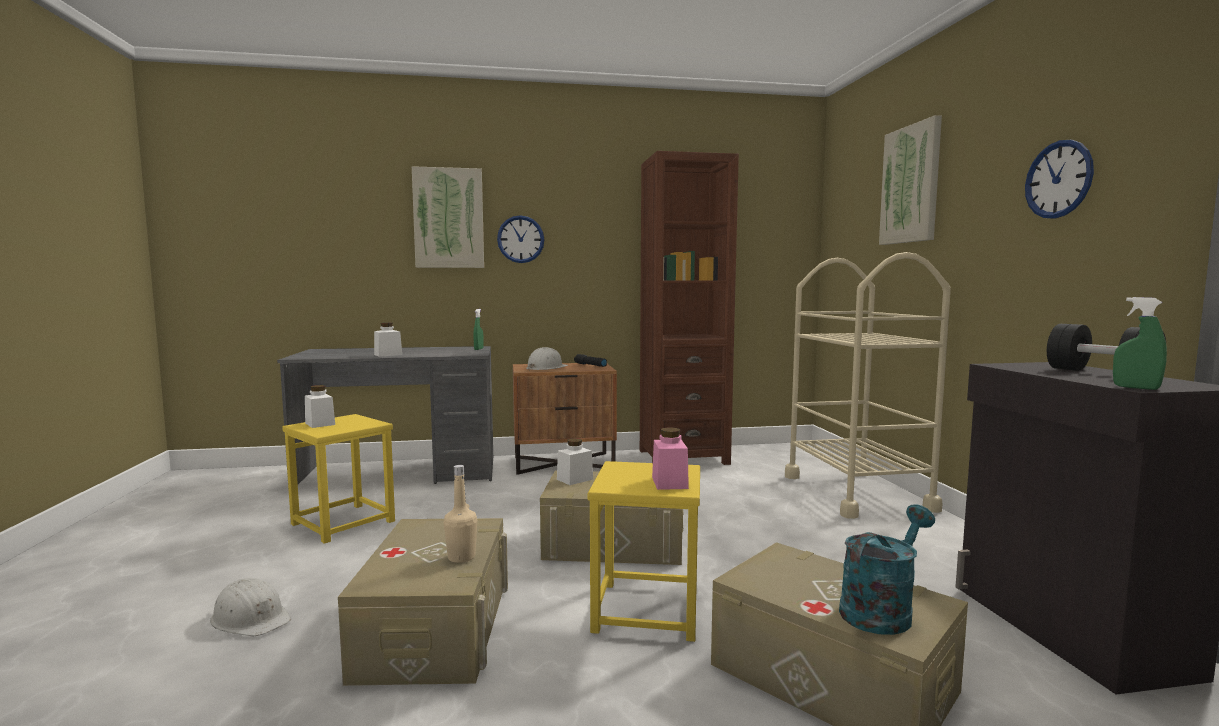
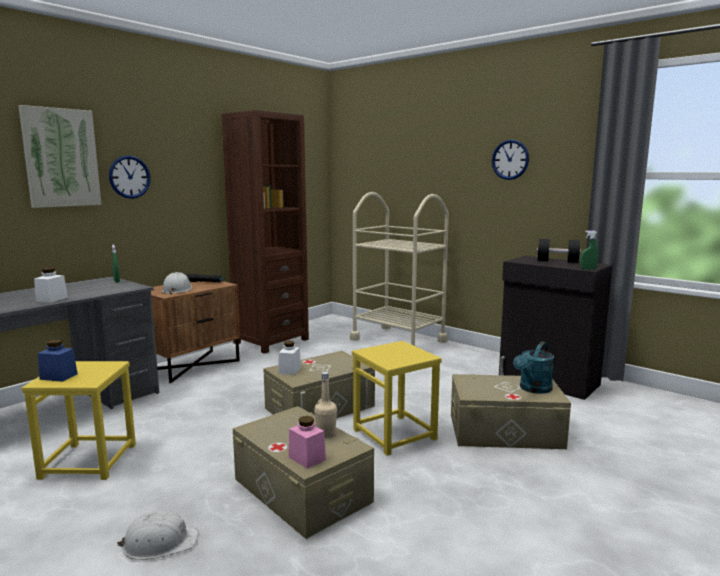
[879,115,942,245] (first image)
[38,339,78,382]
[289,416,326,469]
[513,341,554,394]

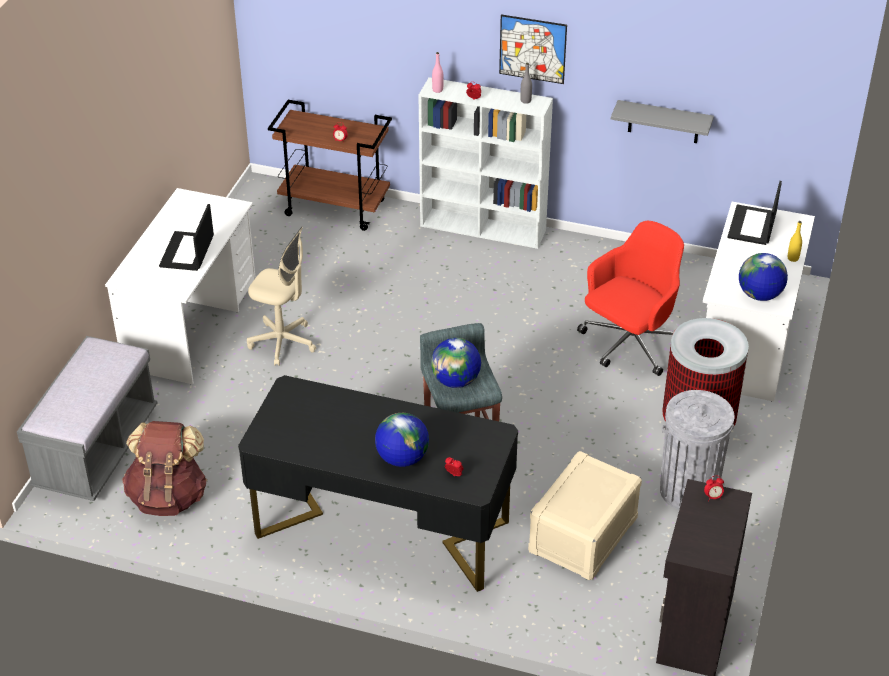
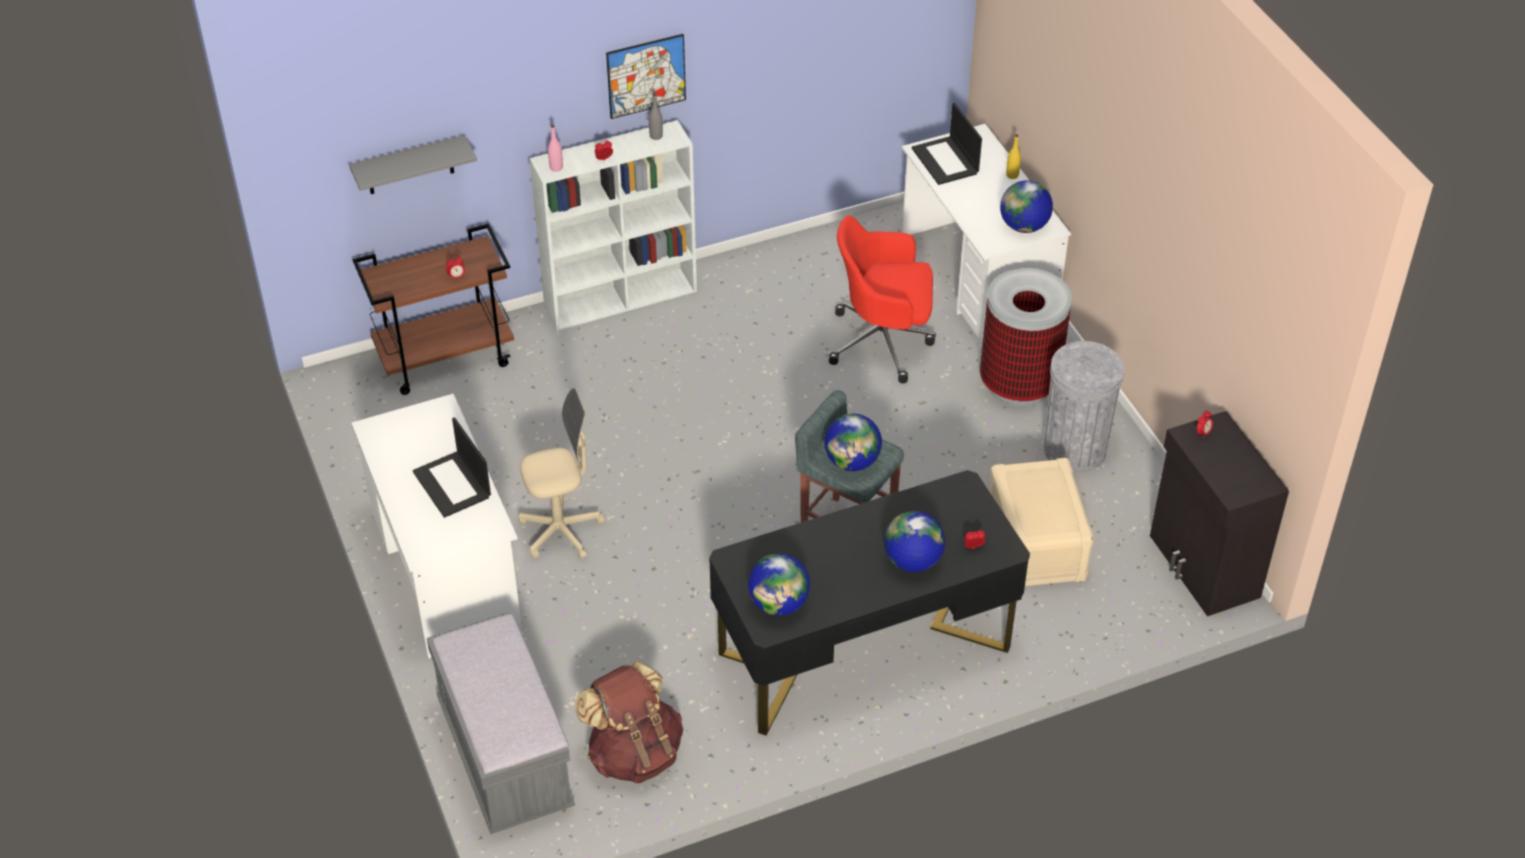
[349,135,477,194]
[829,216,936,383]
[748,553,810,616]

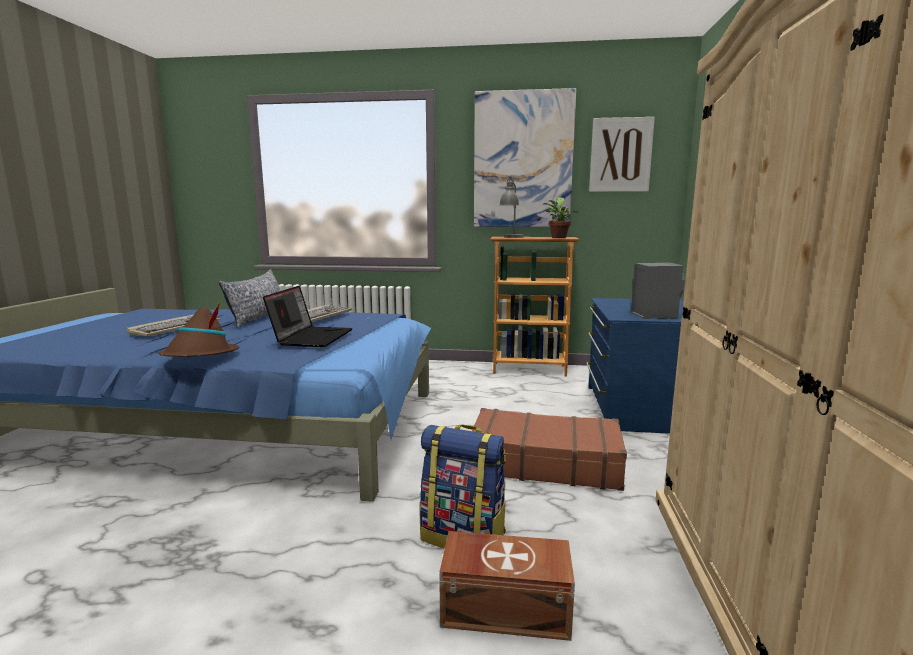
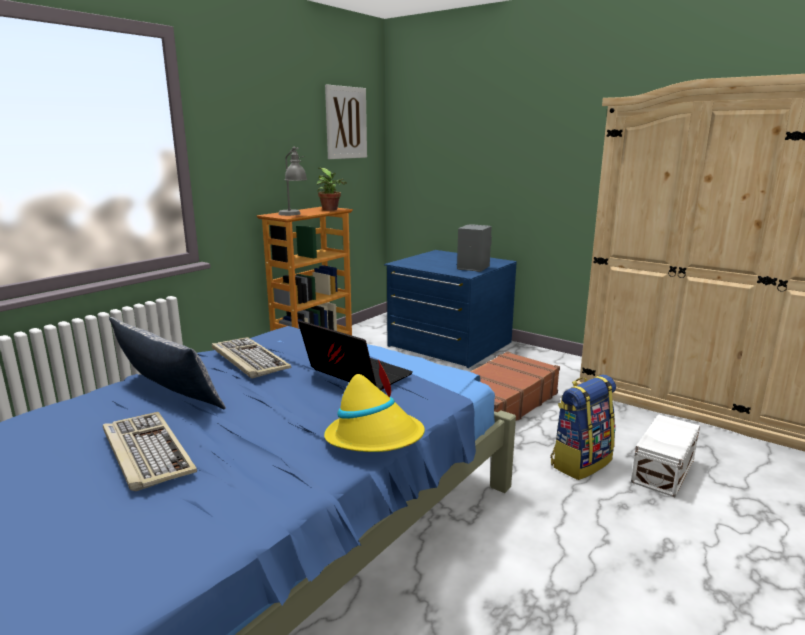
[474,88,577,227] (first image)
[324,359,425,452]
[631,414,700,497]

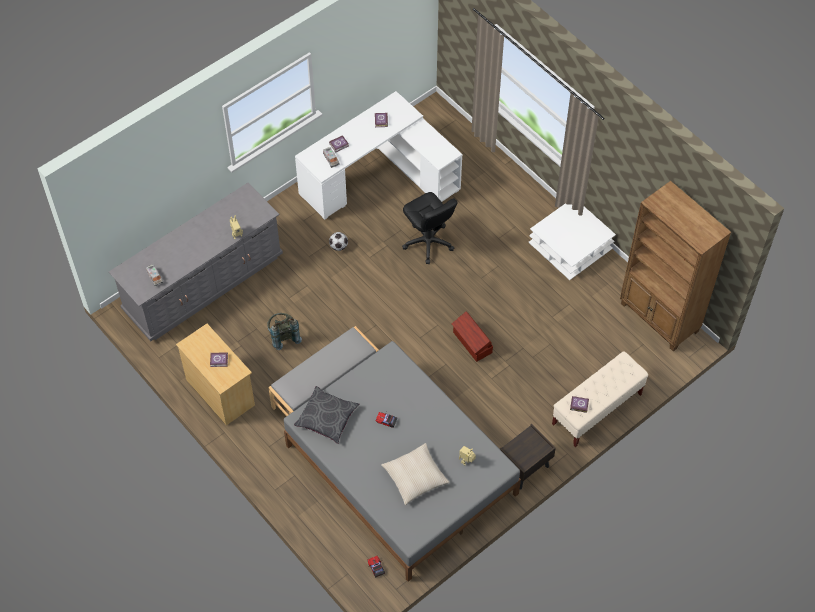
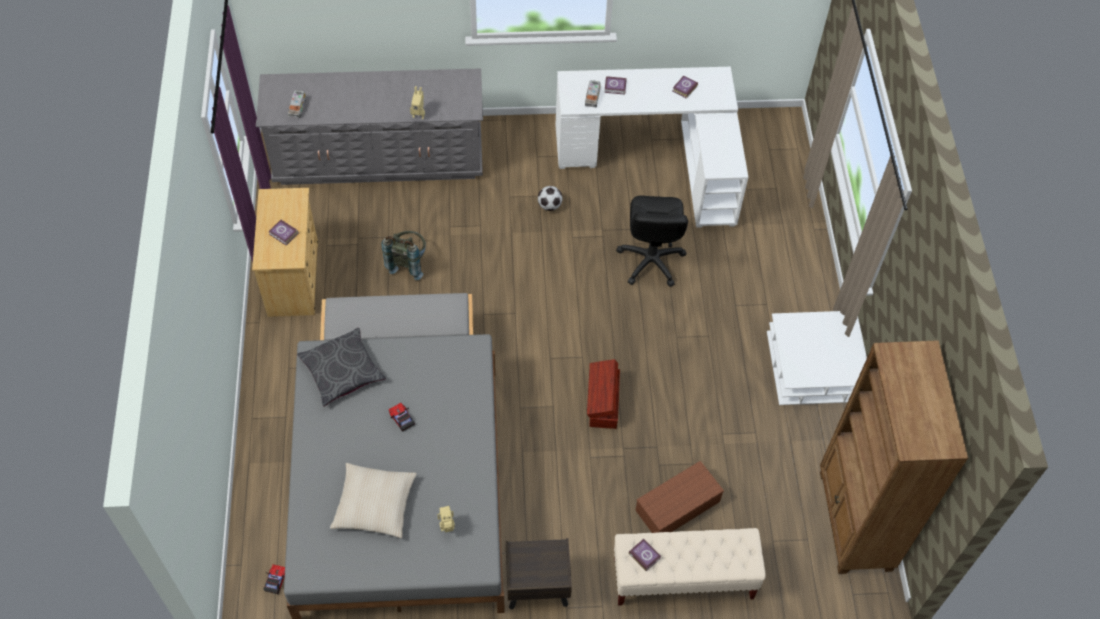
[635,461,724,533]

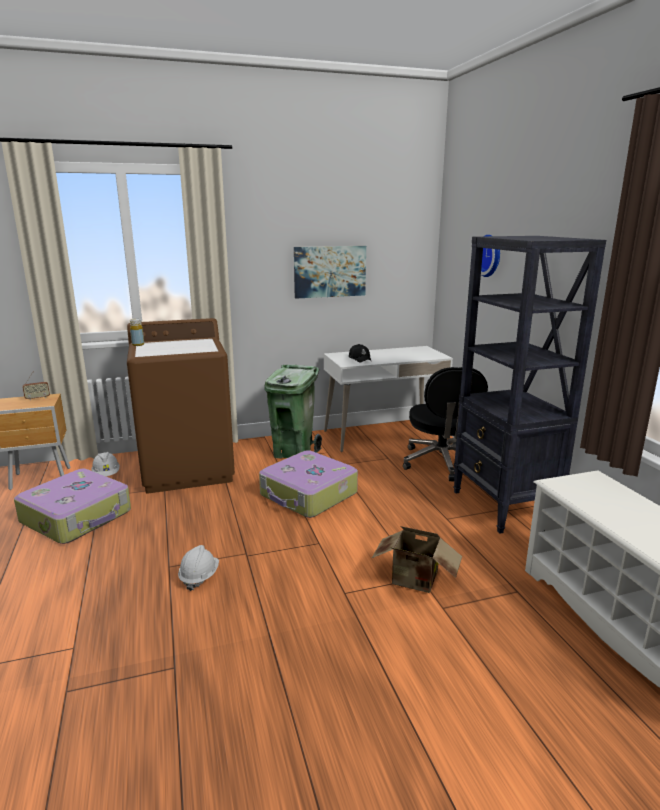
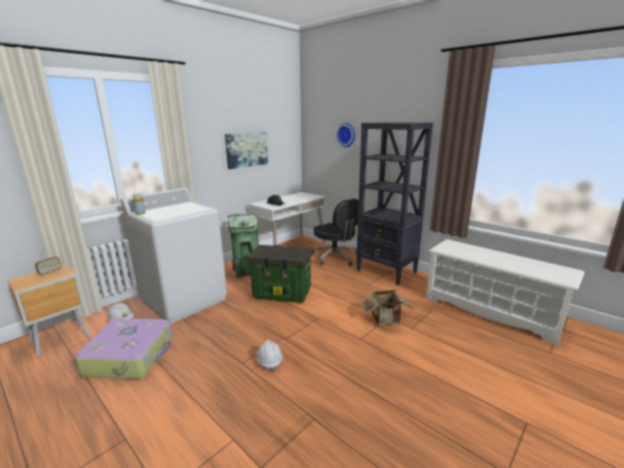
[121,188,227,324]
[247,245,312,303]

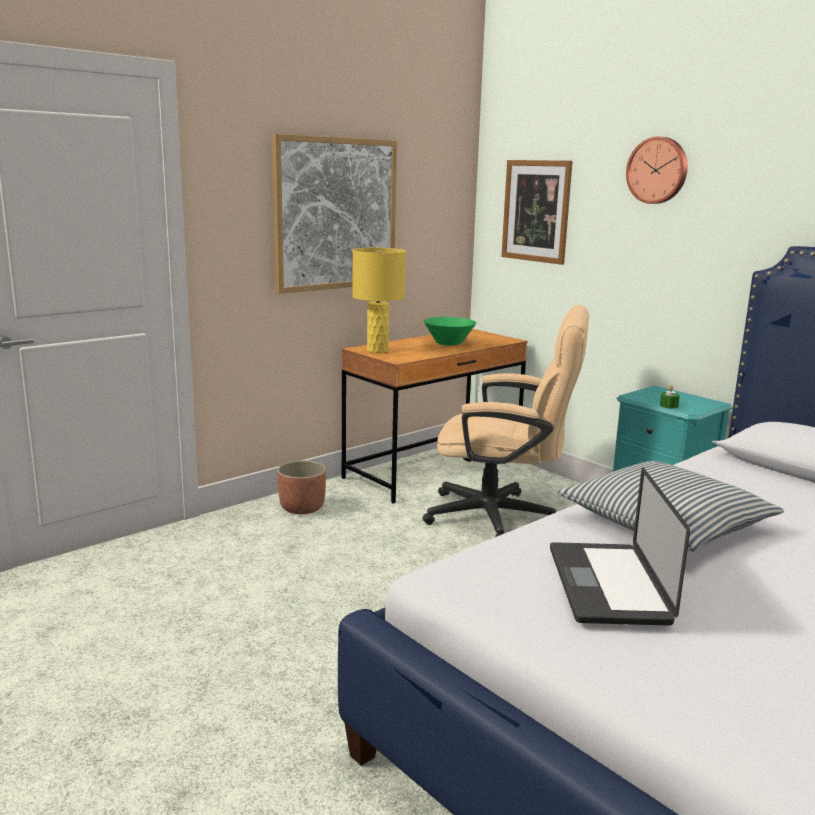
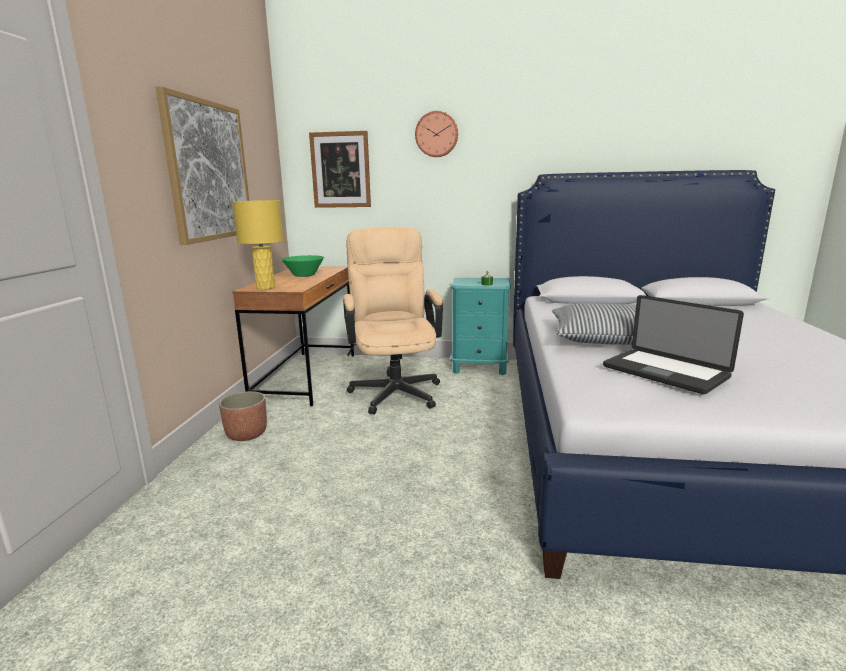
[343,227,443,415]

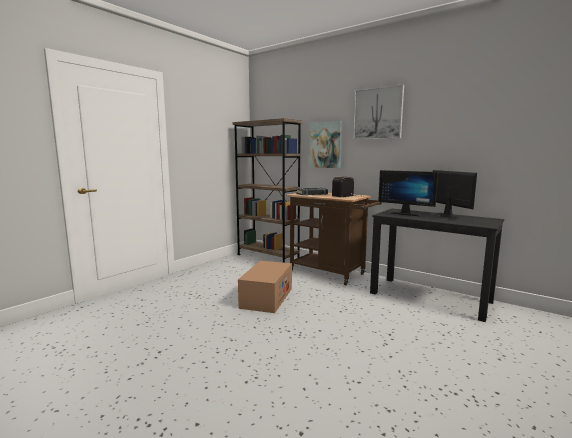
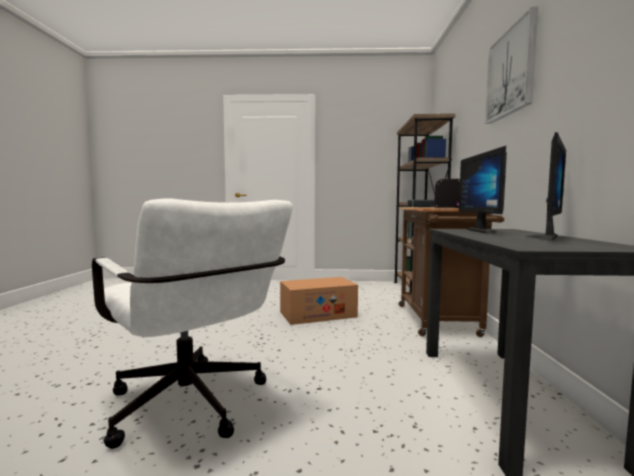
[309,121,342,168] (first image)
[92,198,293,449]

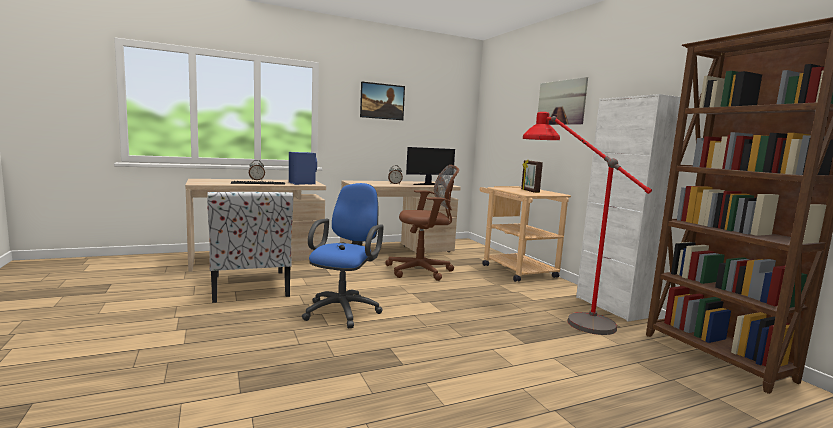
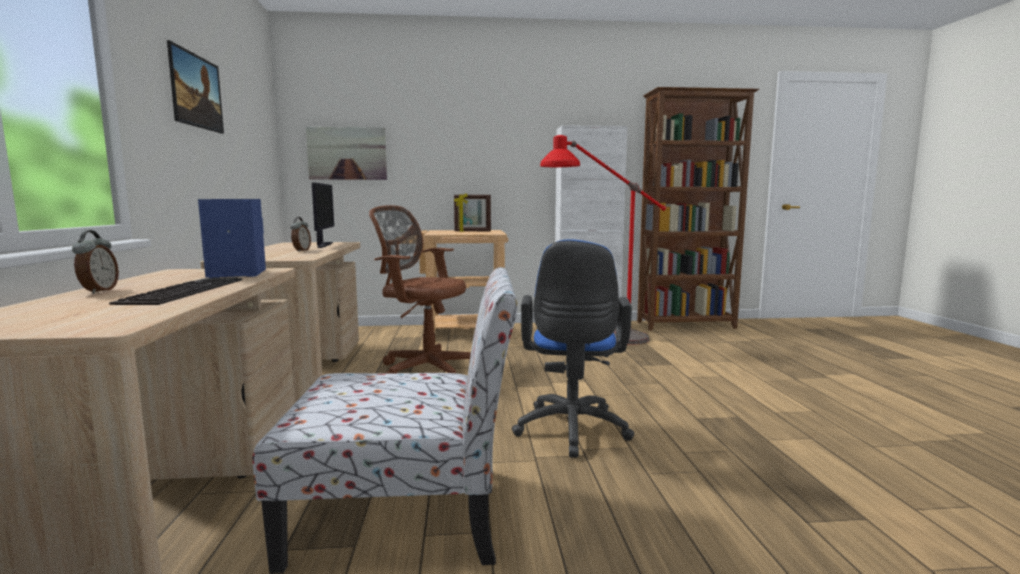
[306,127,387,180]
[369,205,471,373]
[512,239,634,458]

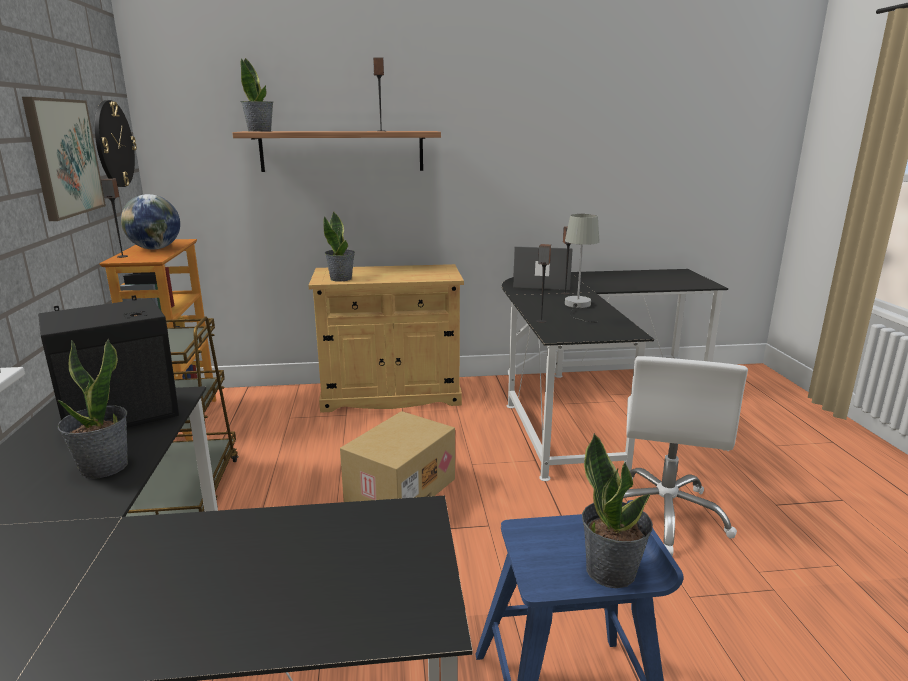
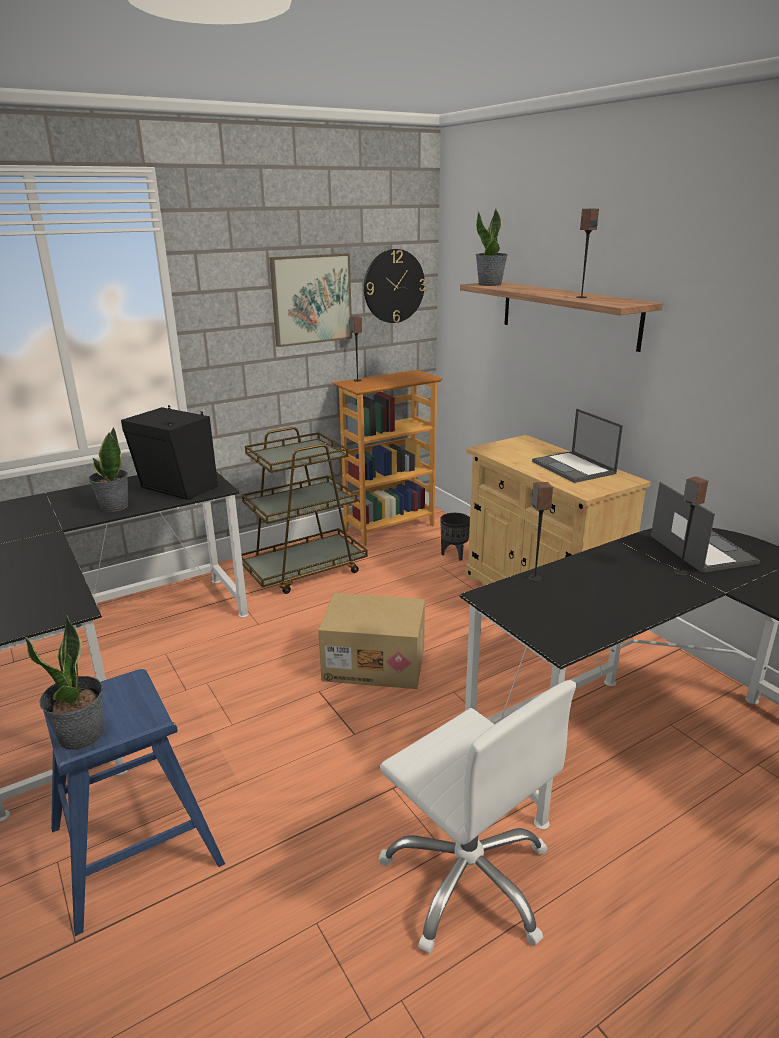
[121,194,180,249] (first image)
[323,212,355,281] (first image)
[565,214,600,323] (first image)
[379,680,576,954]
[532,409,623,483]
[440,513,470,561]

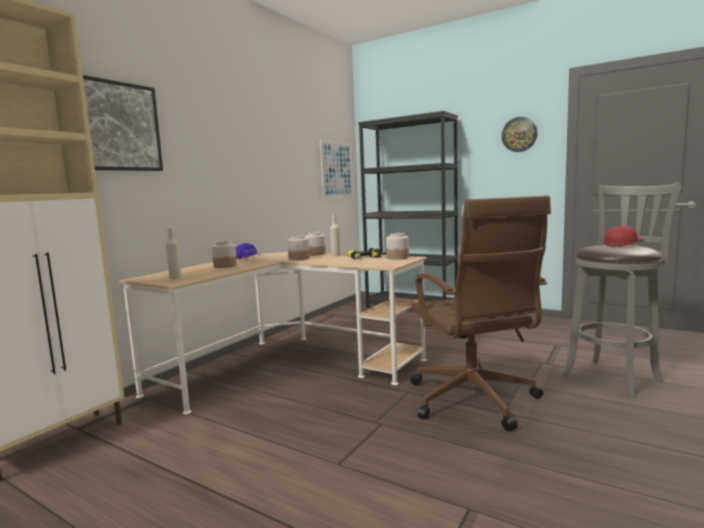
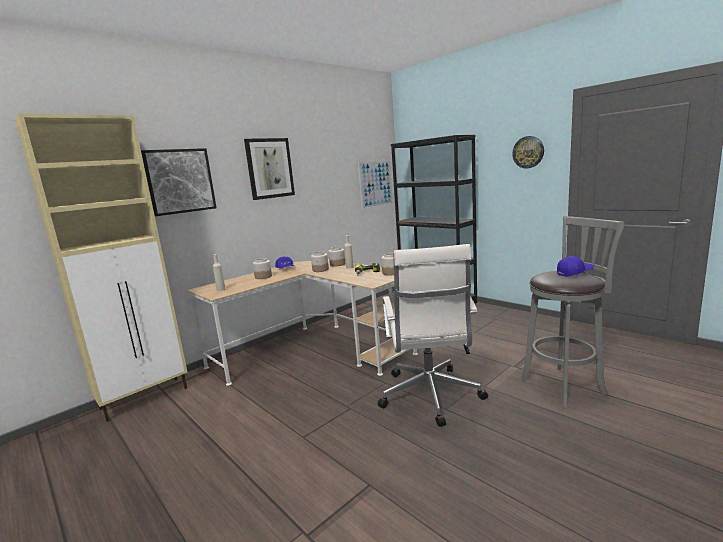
[378,244,488,427]
[557,256,594,277]
[244,138,295,200]

